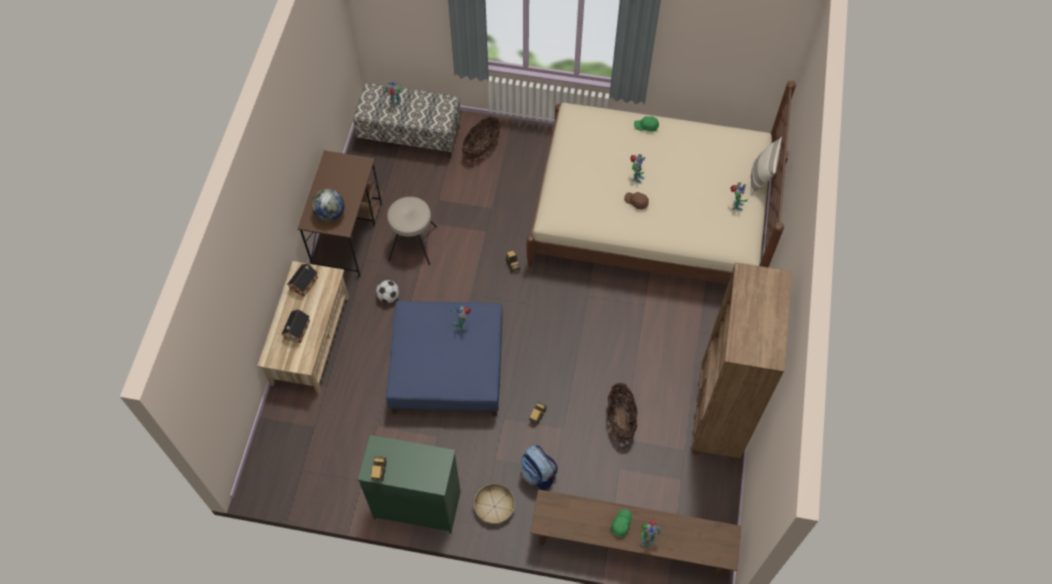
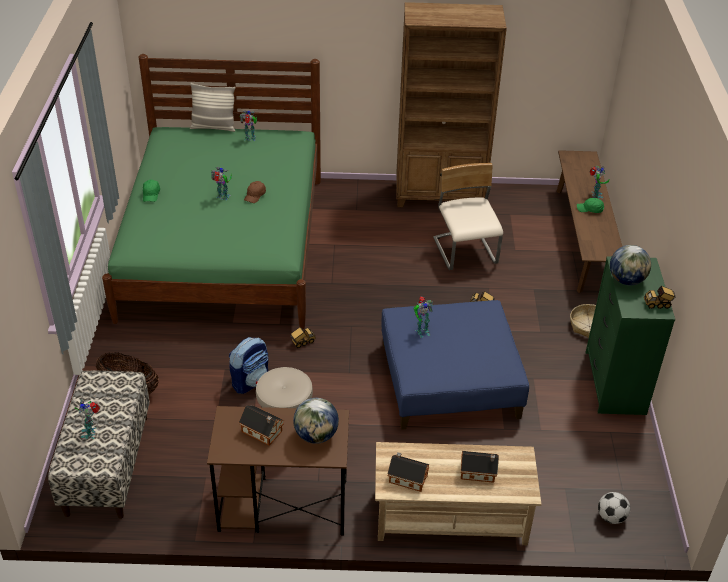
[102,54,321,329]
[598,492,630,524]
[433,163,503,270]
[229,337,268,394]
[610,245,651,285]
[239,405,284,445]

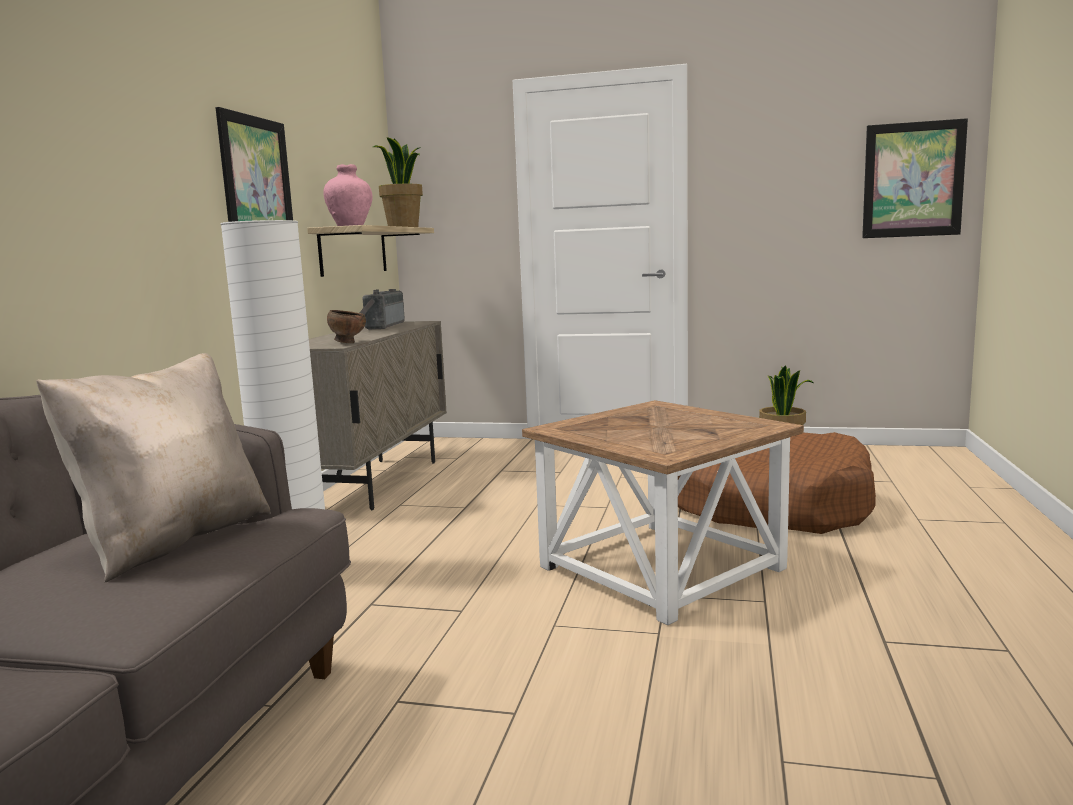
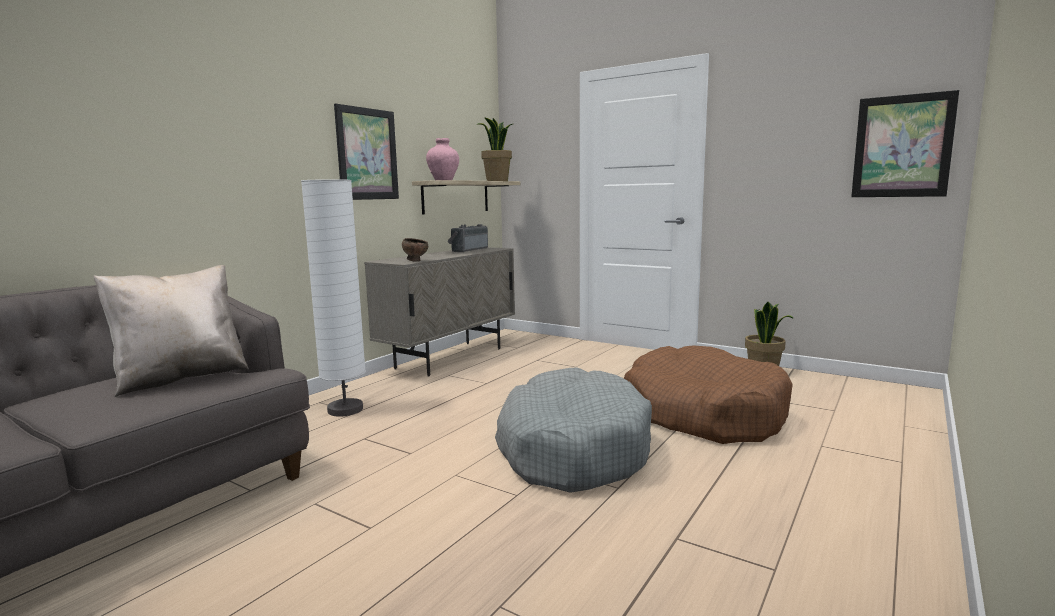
[495,368,652,493]

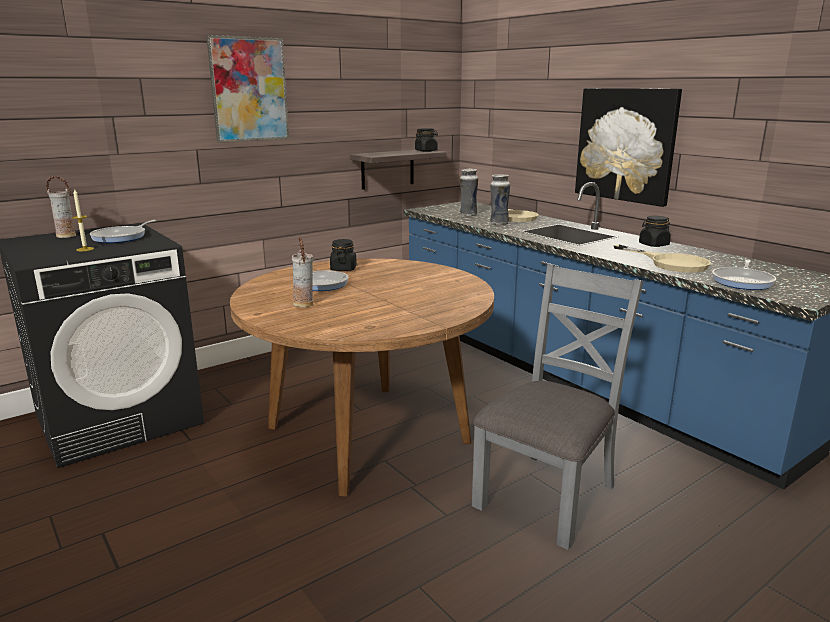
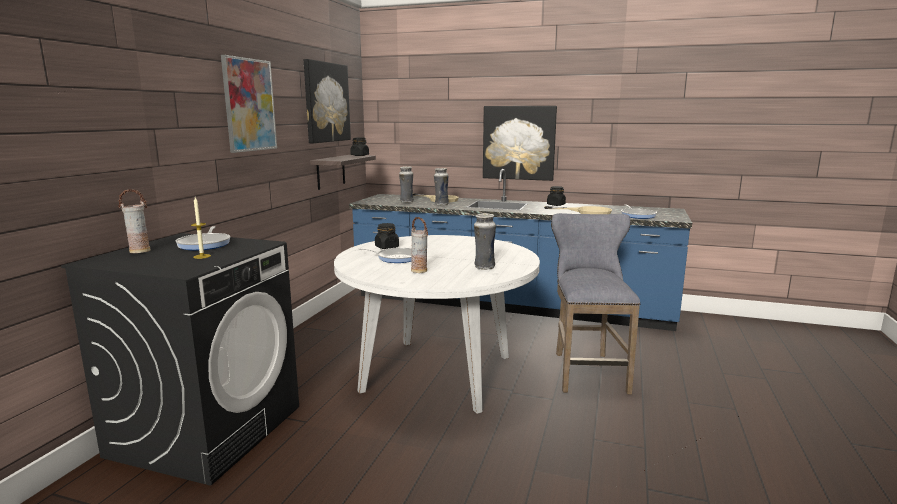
[334,235,540,414]
[551,213,641,394]
[304,59,351,143]
[474,213,496,270]

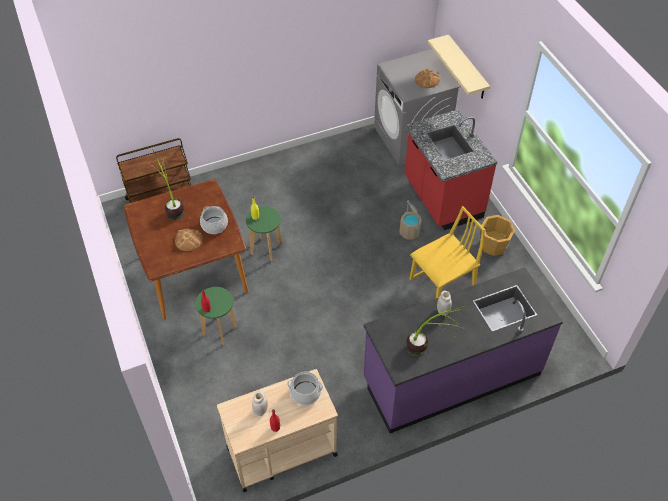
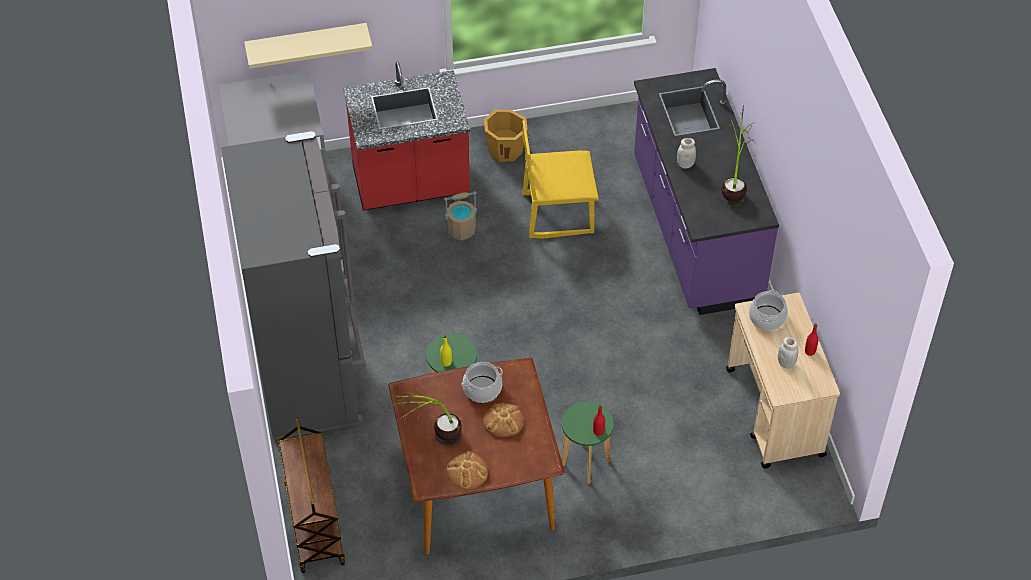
[446,451,488,490]
[522,120,599,239]
[221,131,366,440]

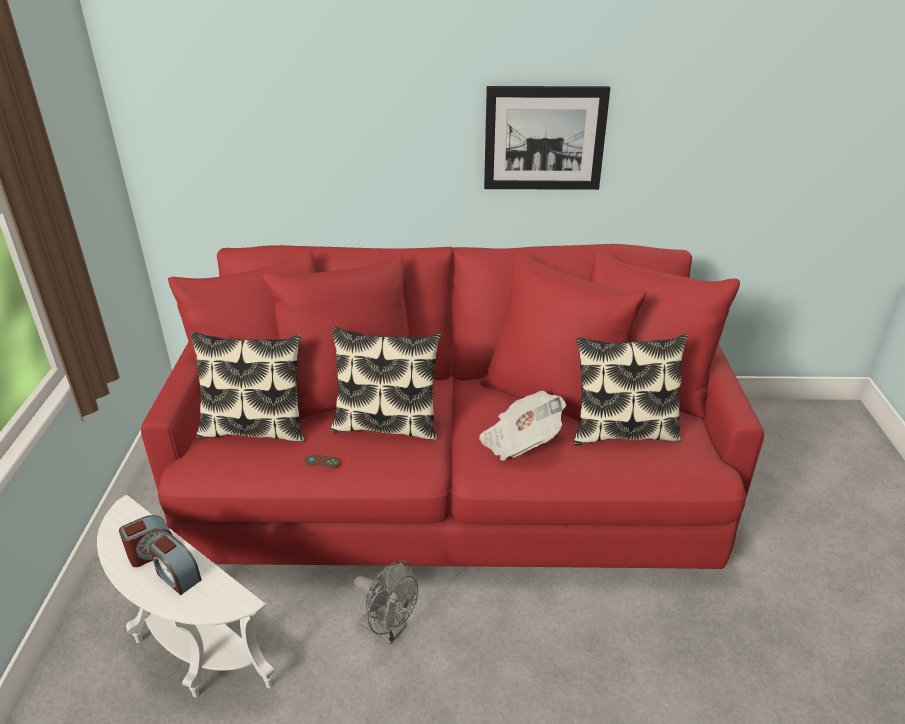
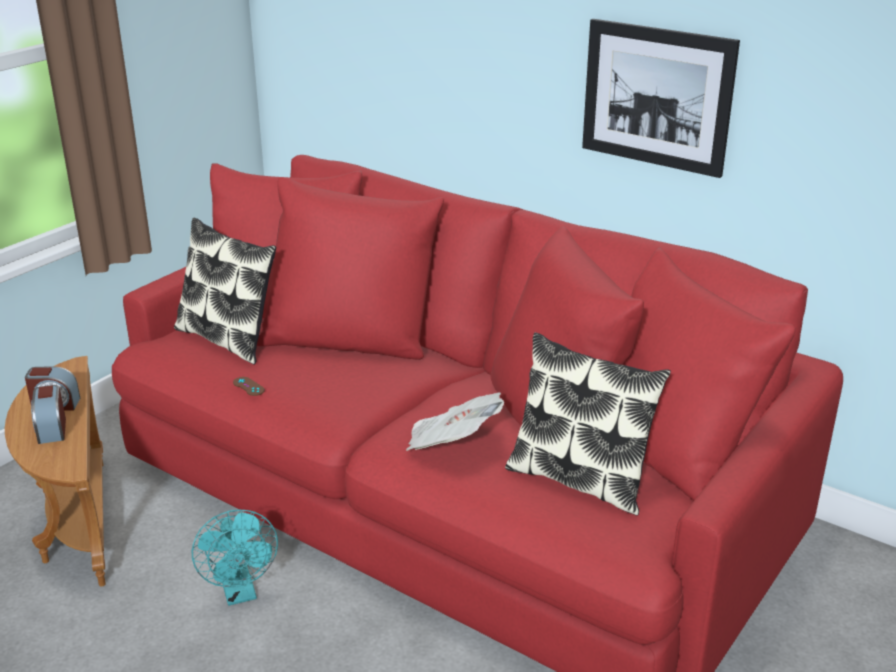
[331,327,441,440] (first image)
[5,356,106,587]
[192,510,278,606]

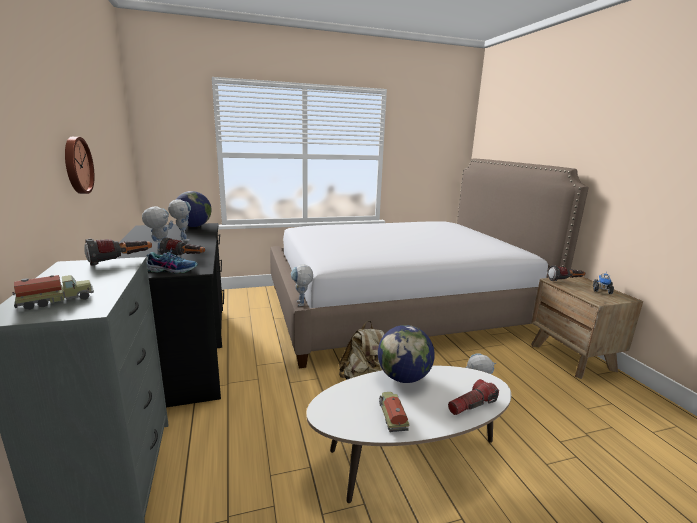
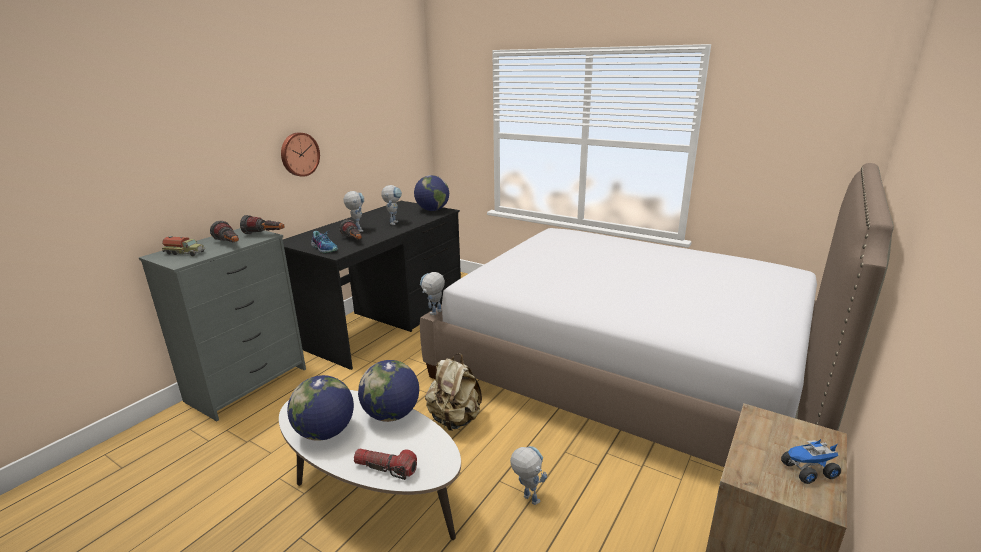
[210,221,239,243]
[287,375,354,441]

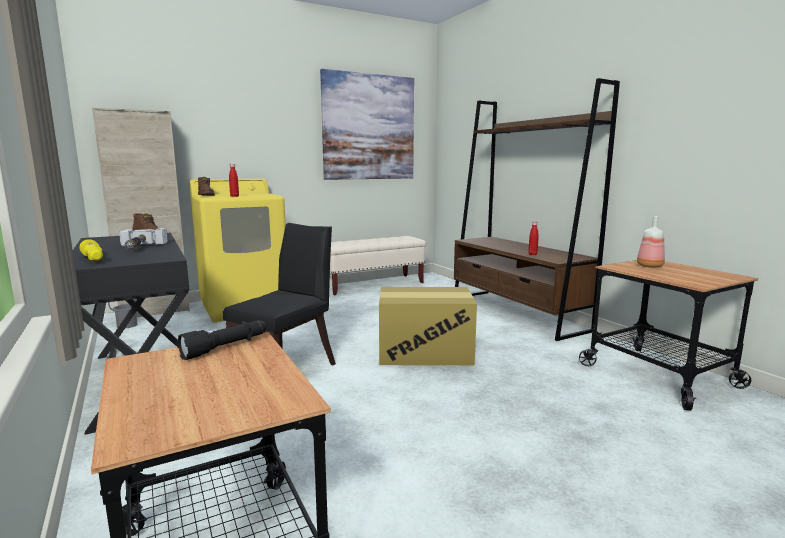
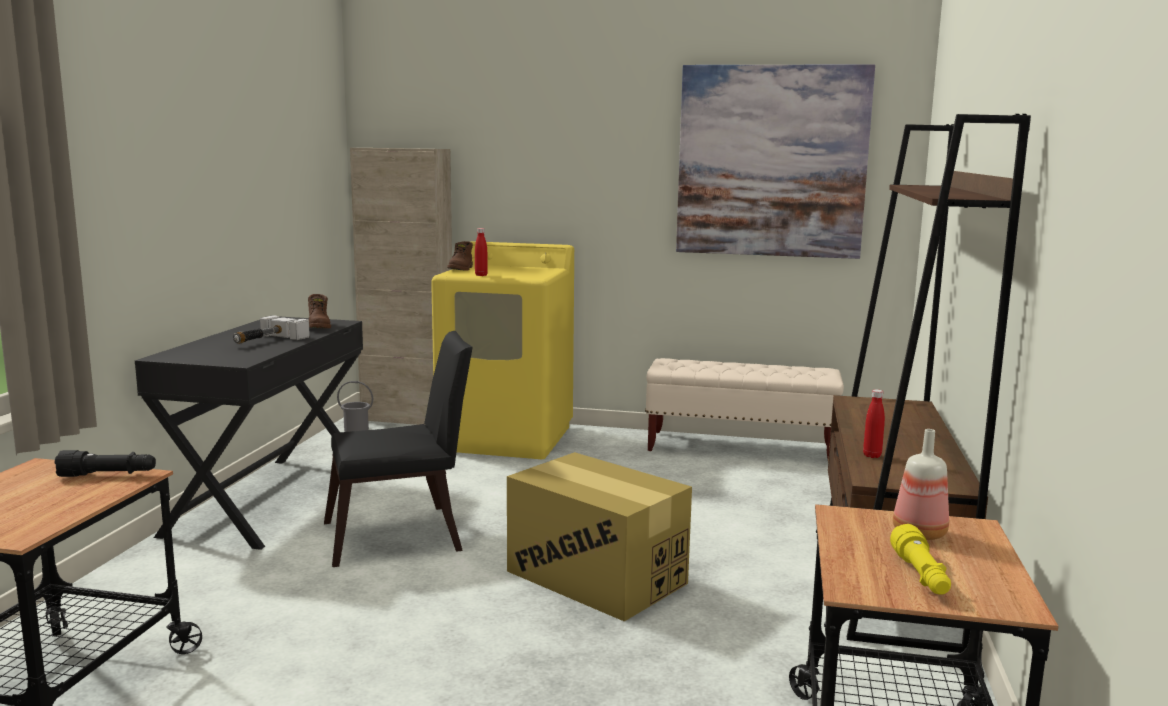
[890,524,951,595]

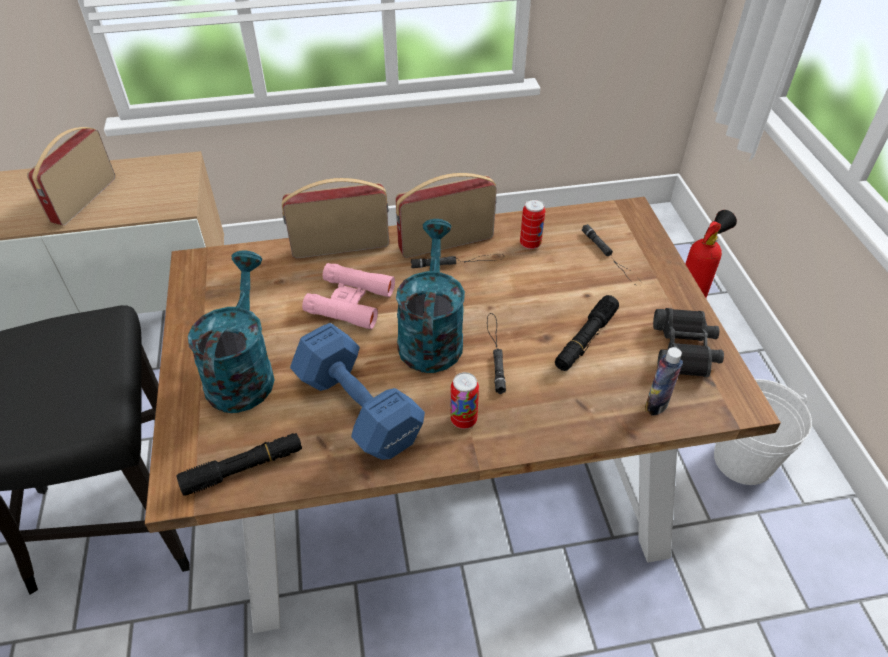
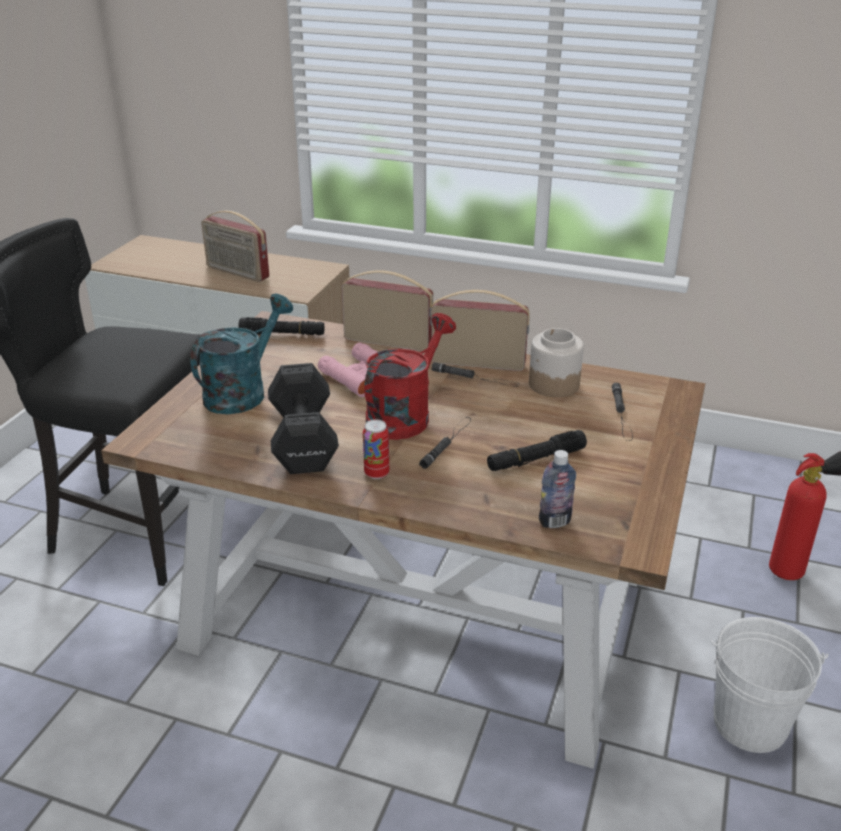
[201,211,269,282]
[529,328,584,397]
[364,313,456,440]
[653,308,724,377] (first image)
[268,363,339,474]
[238,317,325,335]

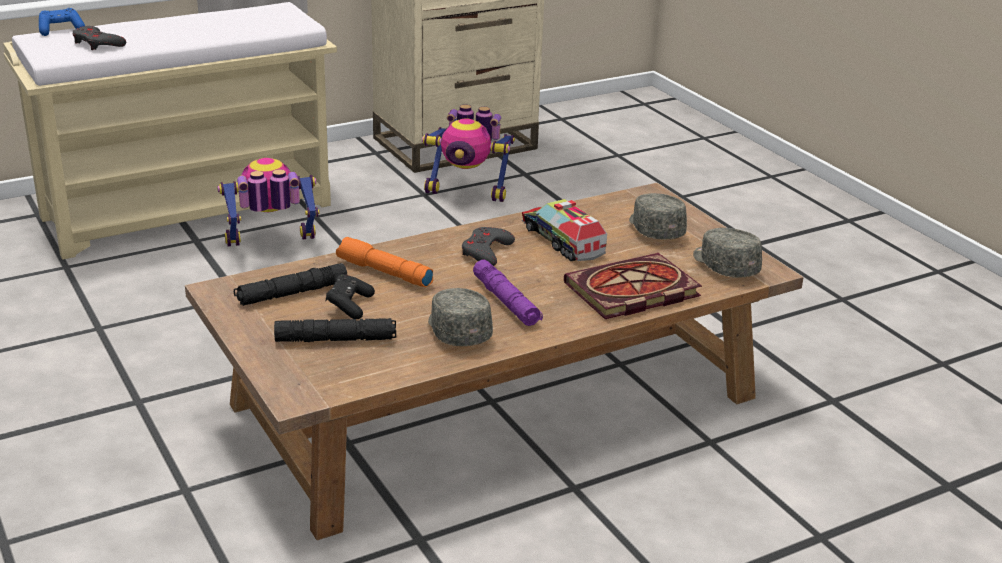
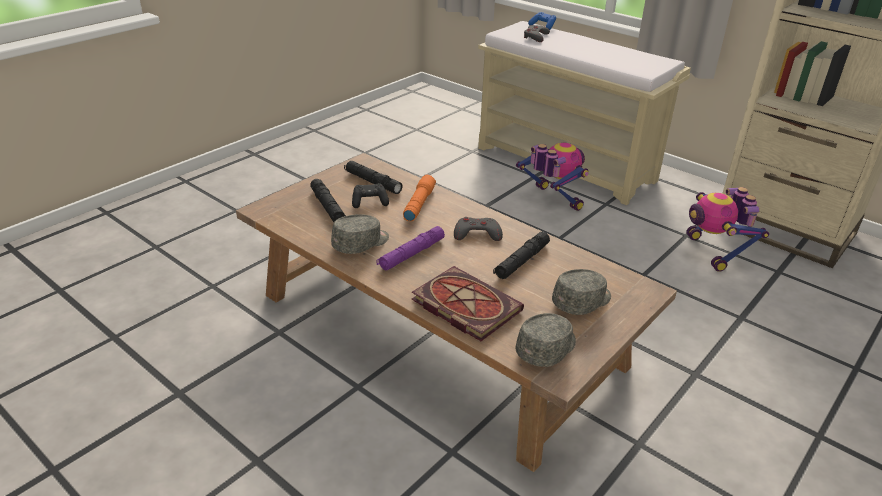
[493,232,550,279]

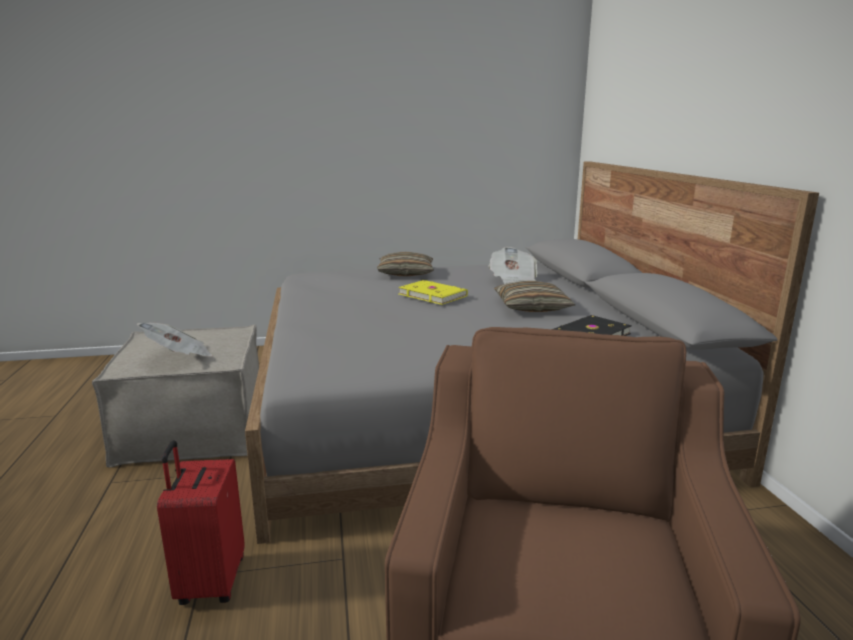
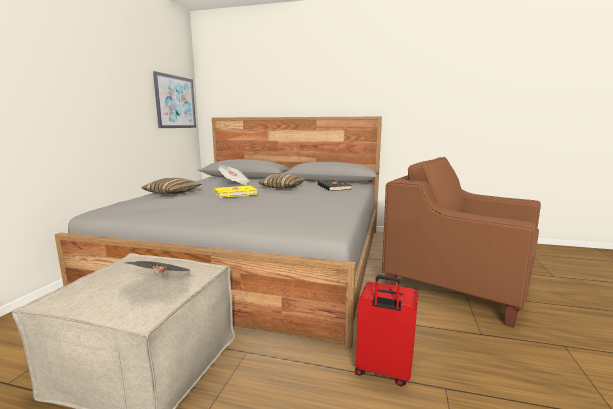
[153,71,196,128]

